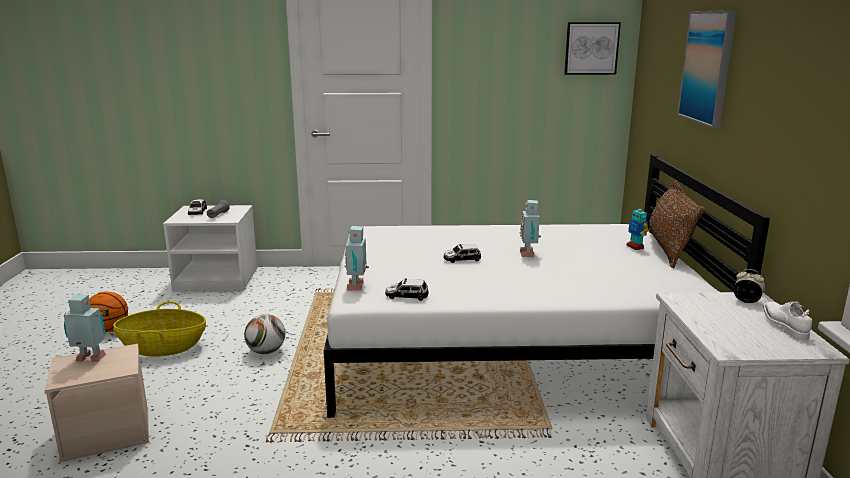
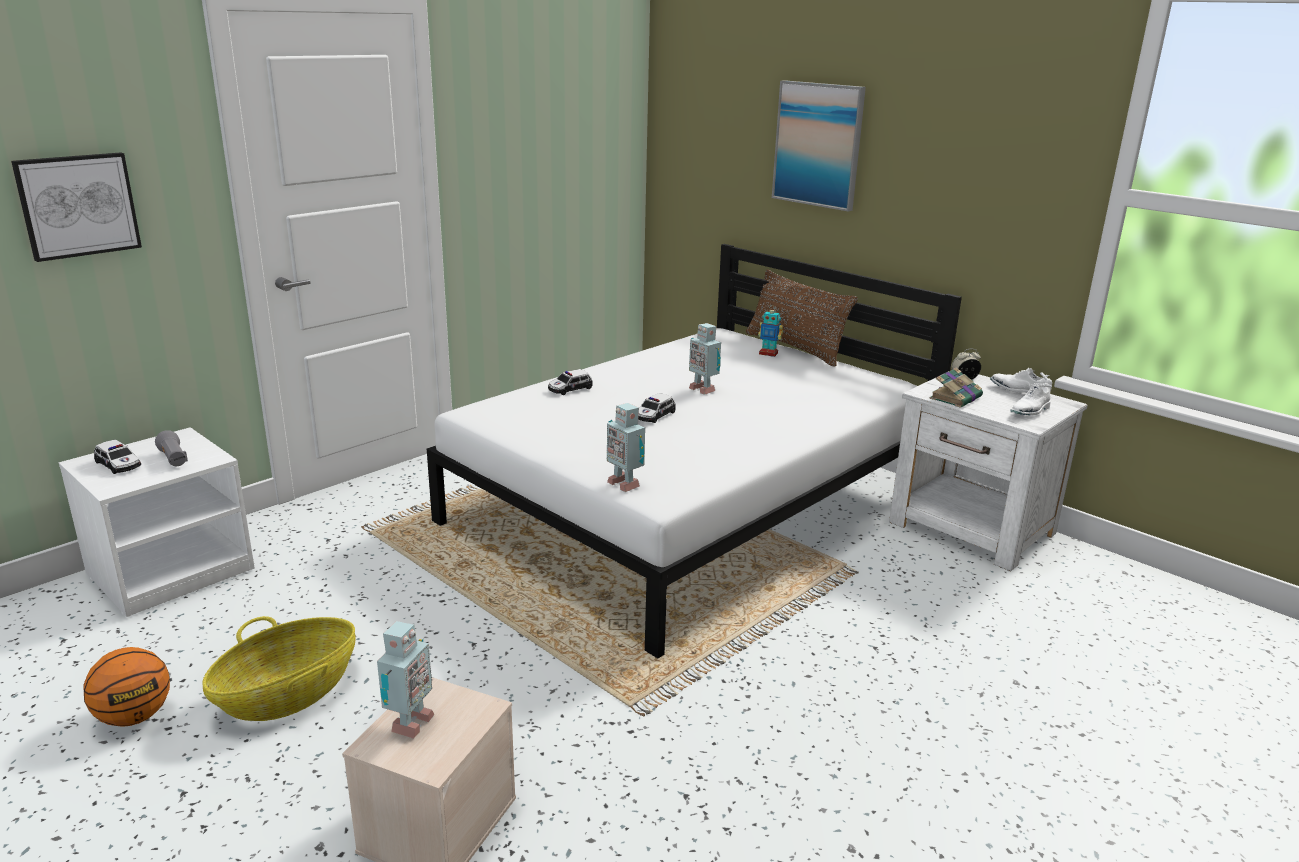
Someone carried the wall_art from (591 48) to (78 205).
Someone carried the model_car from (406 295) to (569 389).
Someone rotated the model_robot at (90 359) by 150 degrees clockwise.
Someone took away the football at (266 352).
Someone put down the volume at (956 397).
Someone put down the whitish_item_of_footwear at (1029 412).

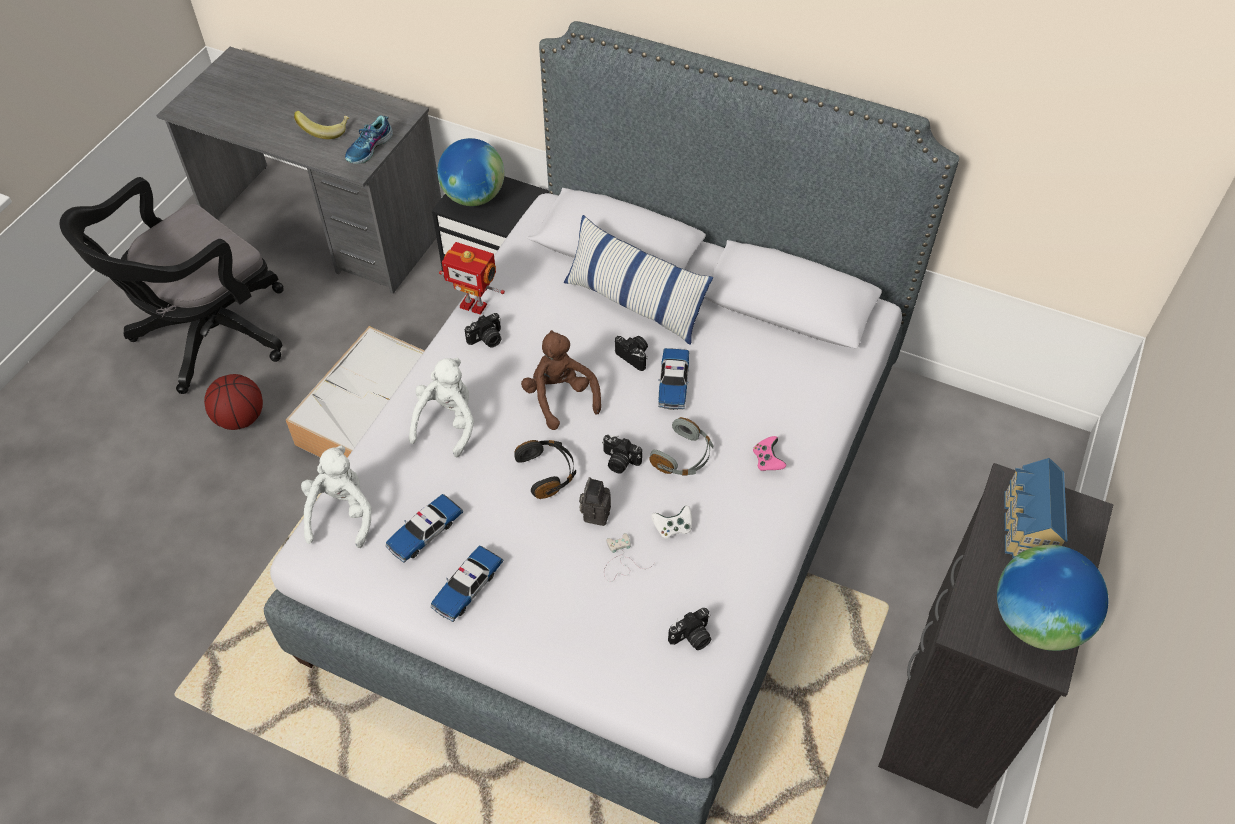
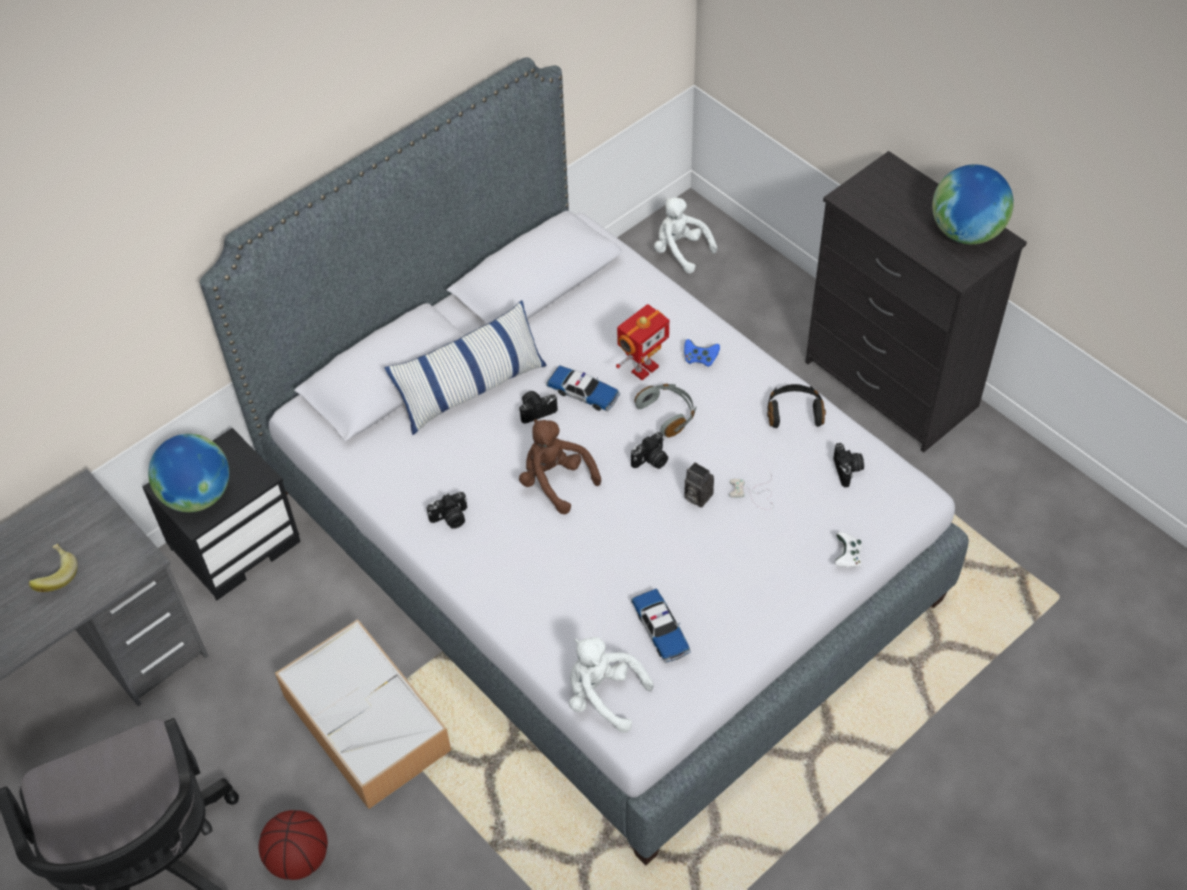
Someone took away the item_of_footwear at (370 148).
Someone carried the model_robot from (474 304) to (643 368).
Someone rotated the still_camera at (487 339) by 75 degrees clockwise.
Someone rotated the brownish_plush_toy at (560 397) by 45 degrees clockwise.
Someone carried the whitish_plush_toy from (447 422) to (680 251).
Someone repainted the pink-coloured_game_controller at (767 460), which became the blue-coloured_game_controller at (700 359).
Someone carried the black-coloured_headset from (547 472) to (794 412).
Someone took away the toy_house at (1026 526).
Someone carried the whitish_game_controller from (672 528) to (847 557).
Someone took away the model_car at (467 587).

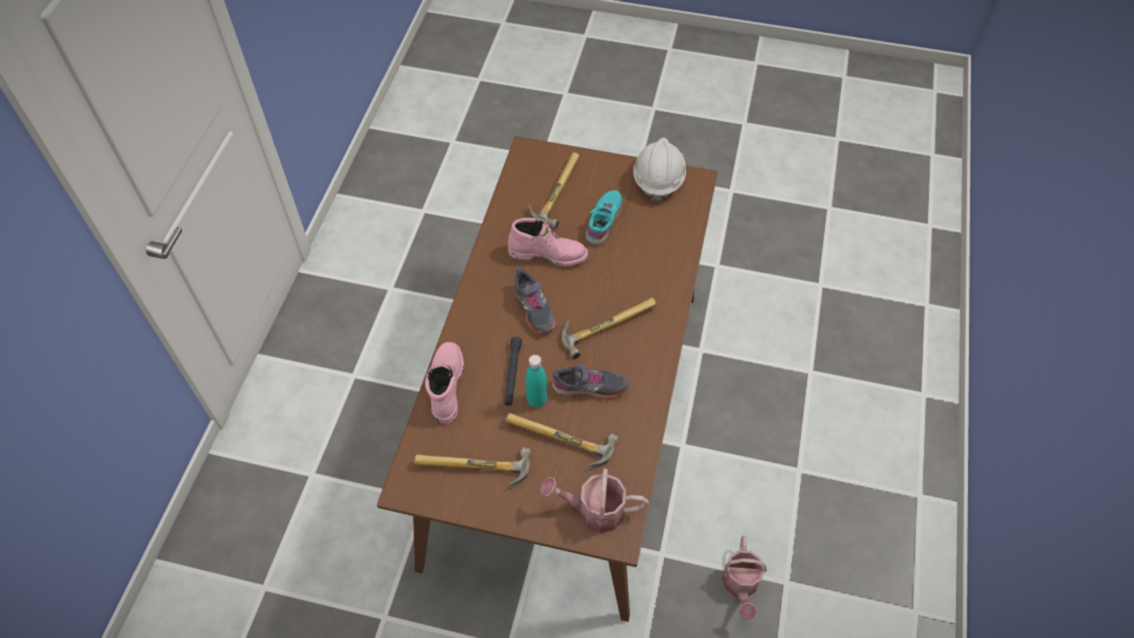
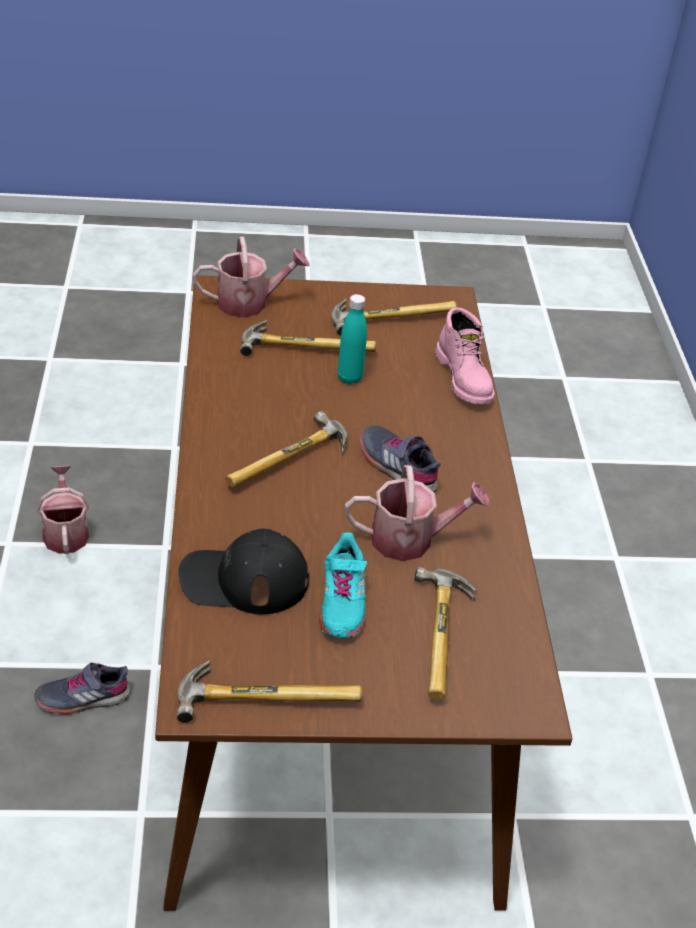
Someone swapped the whitish_safety_helmet at (658 179) for the tool_hammer at (268 693).
Someone swapped the pink-coloured_tall_boot at (548 253) for the watering_pot at (410 539).
Someone took away the black-coloured_hand_torch at (512 374).
Someone carried the greyish_item_of_footwear from (590 387) to (83 697).
Someone put down the black-coloured_peaked_cap at (243 580).

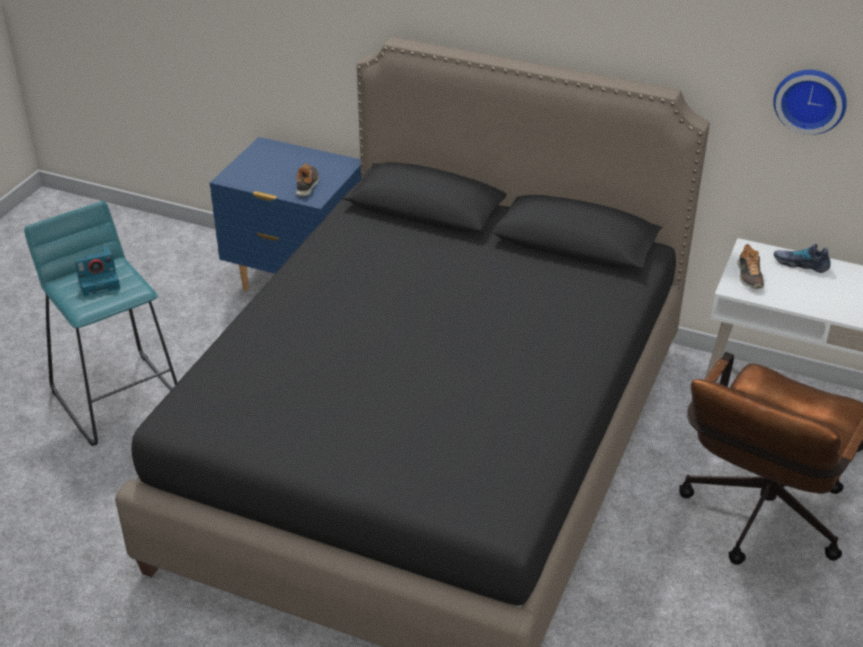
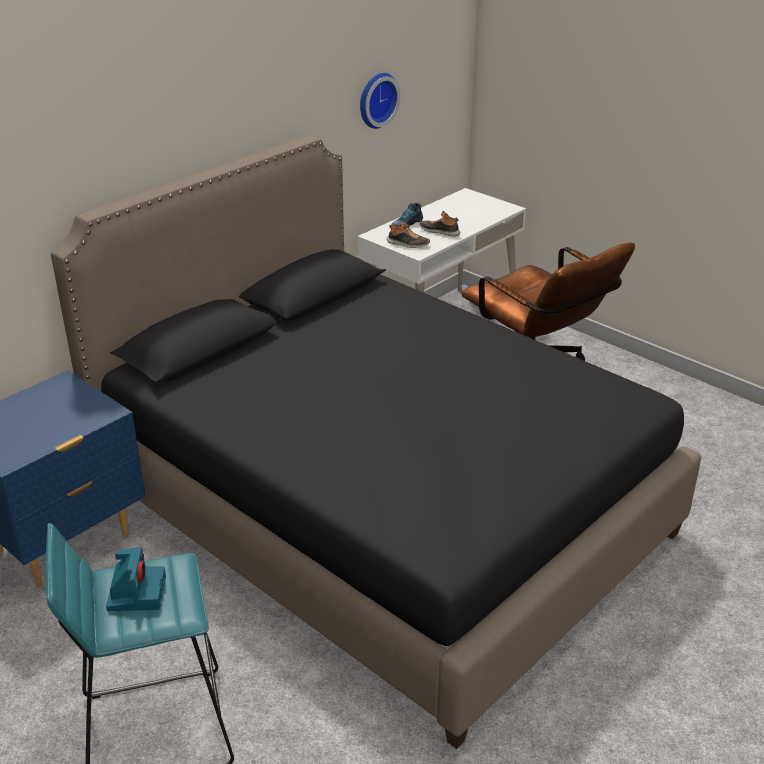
Someone carried the item_of_footwear from (307 185) to (440 231).

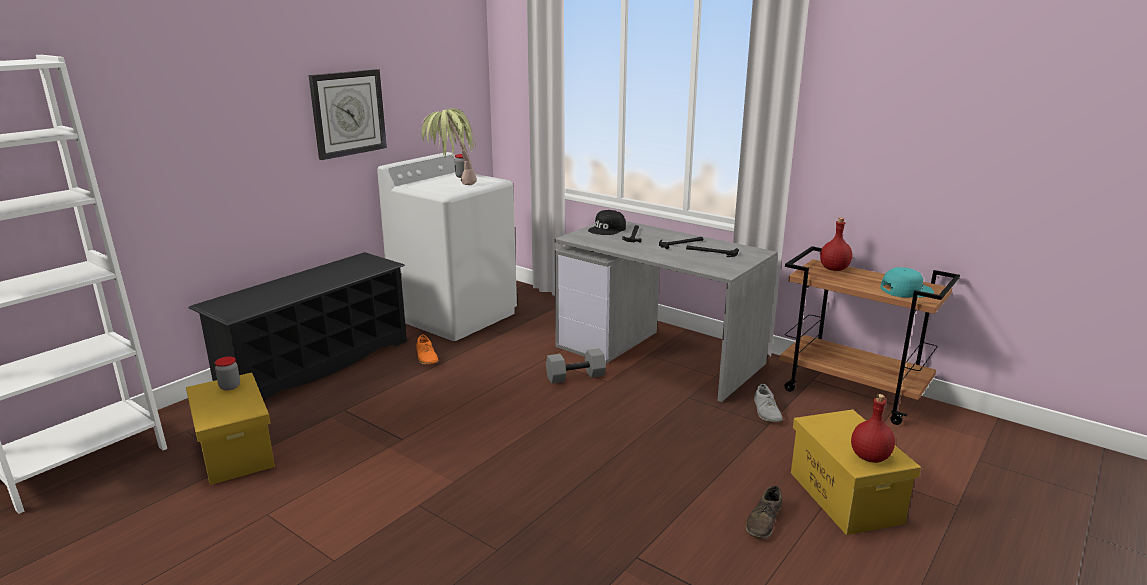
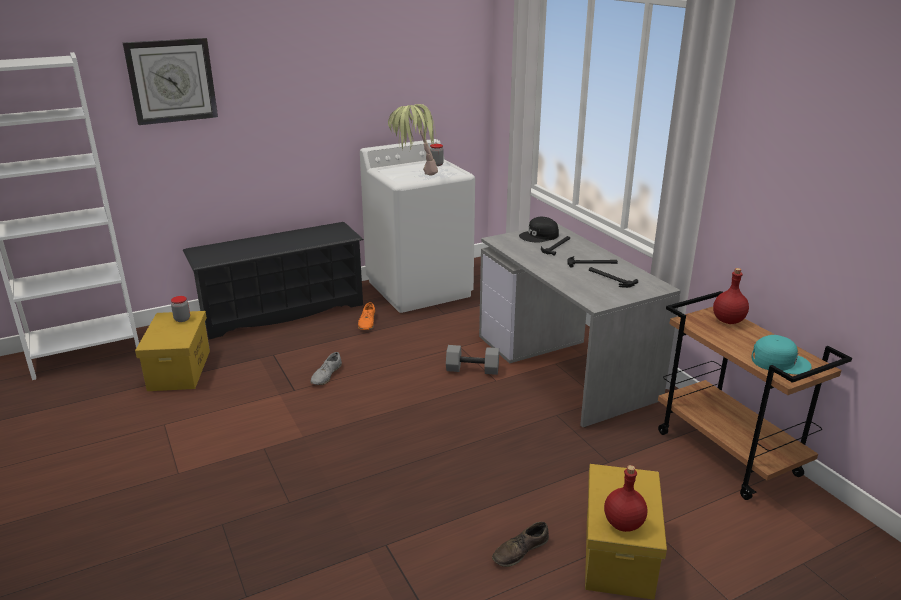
Someone carried the clock_on_the_wall from (348 113) to (171 81).
Someone carried the greyish_item_of_footwear from (767 411) to (326 375).

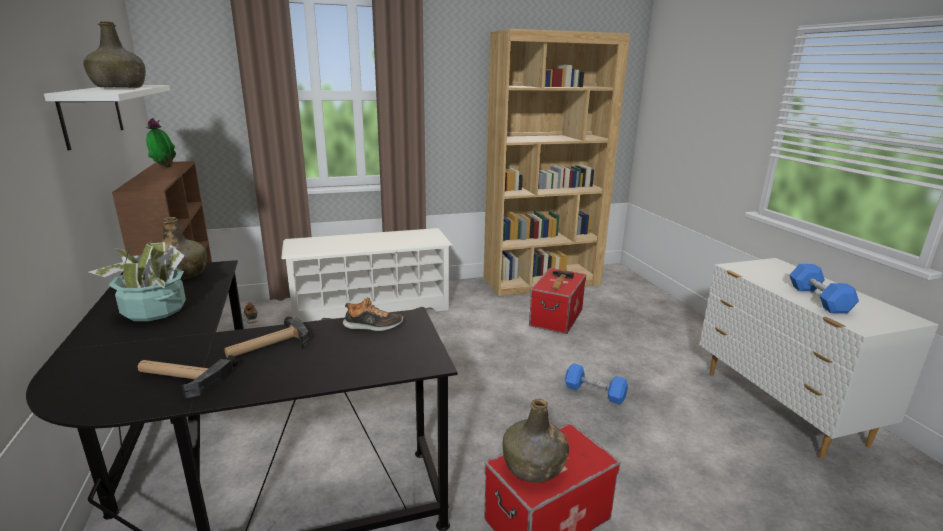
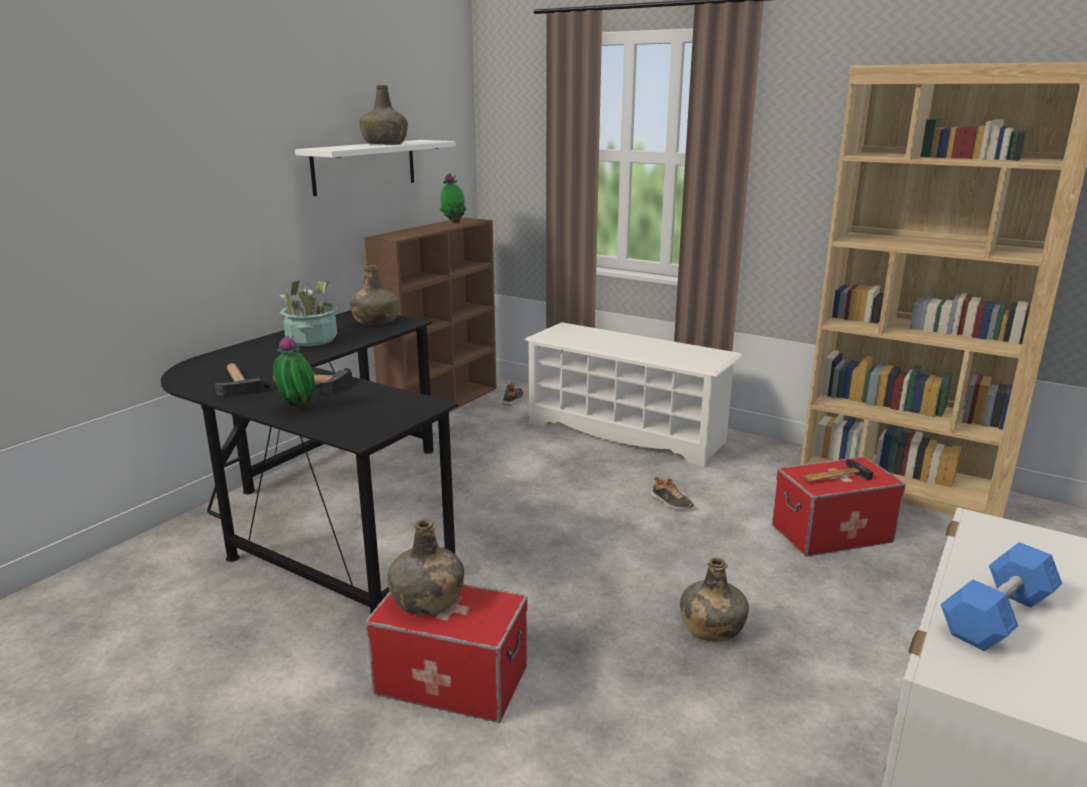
Someone carried the item_of_footwear from (373 326) to (670 502).
Someone swapped the blue-coloured_dumbbell at (594 392) for the greenish_beverage_bottle at (711 628).
Someone put down the plant_in_a_pot at (297 409).

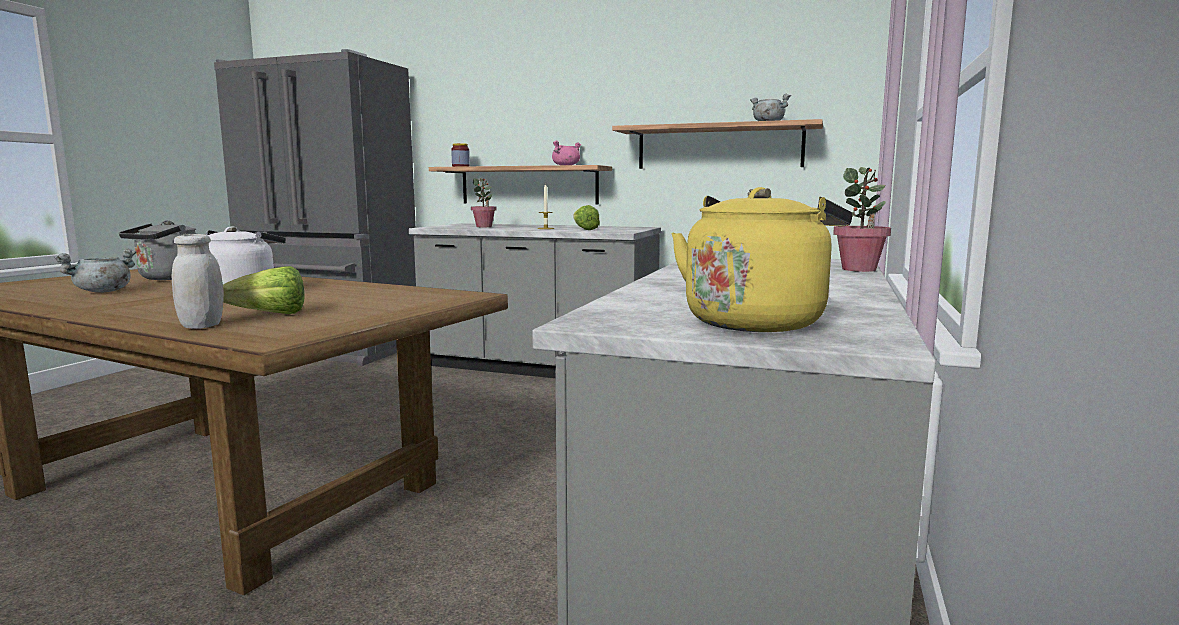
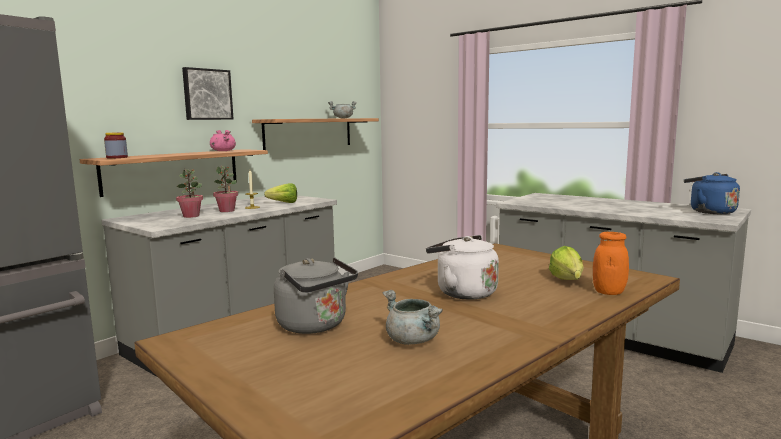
Someone carried the plant_in_a_pot from (859 269) to (227 211).
Someone repainted the yellow_water_kettle at (756 322), which became the blue-coloured_water_kettle at (709 212).
Someone repainted the whitish_preserve_jar at (202 326), which became the orange_preserve_jar at (609 292).
Someone put up the wall_art at (207 94).

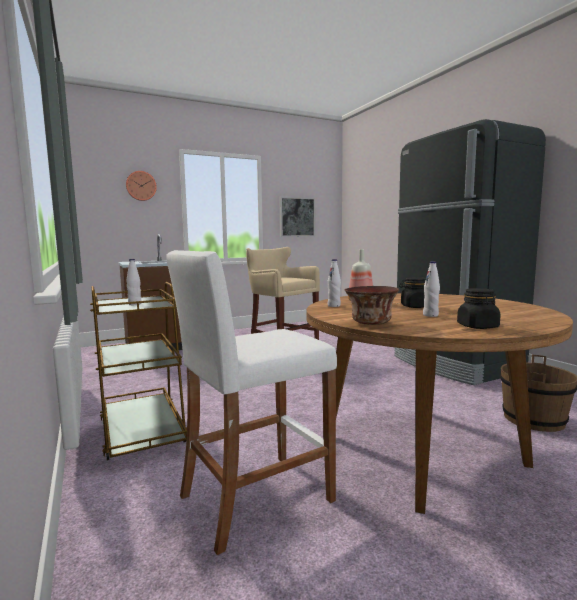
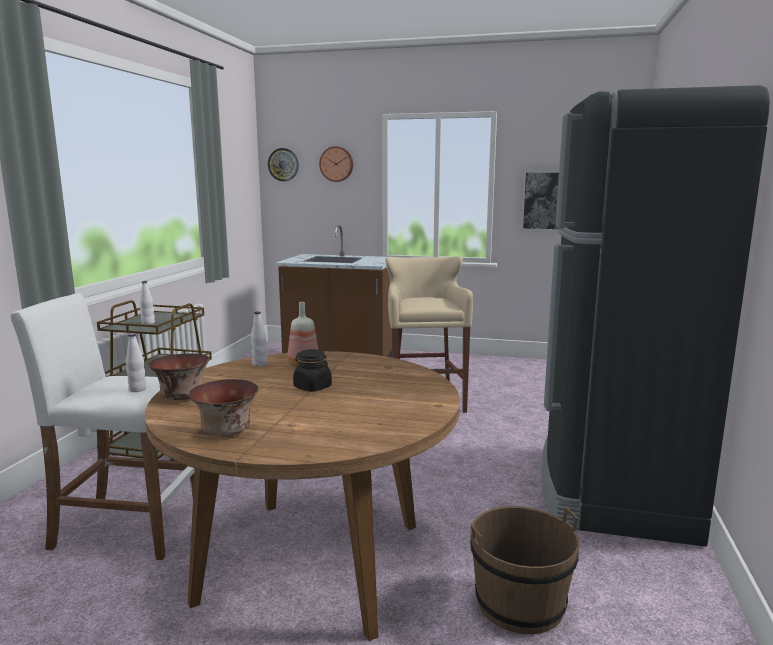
Someone carried the whitish_beverage_bottle from (430 315) to (137 389).
Someone swapped the black-coloured_preserve_jar at (477 326) for the bowl at (227 431).
Someone put up the clock_on_the_wall at (283 164).

